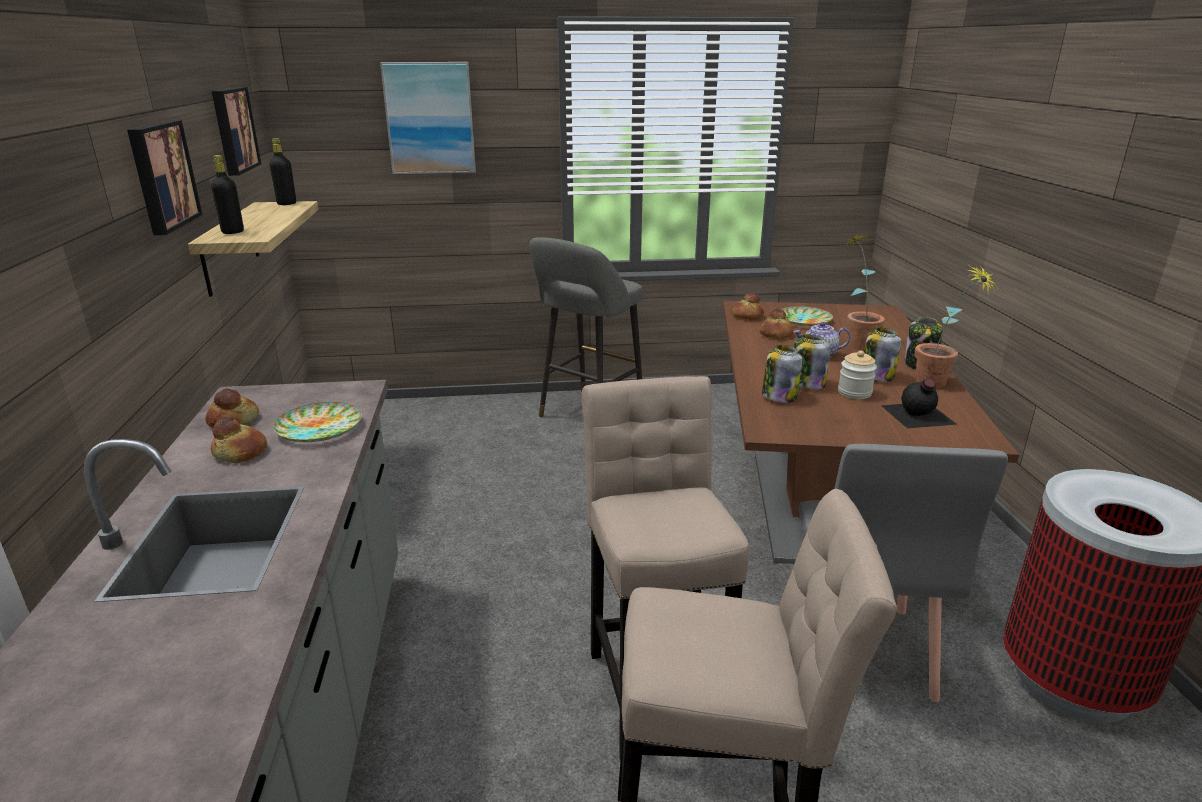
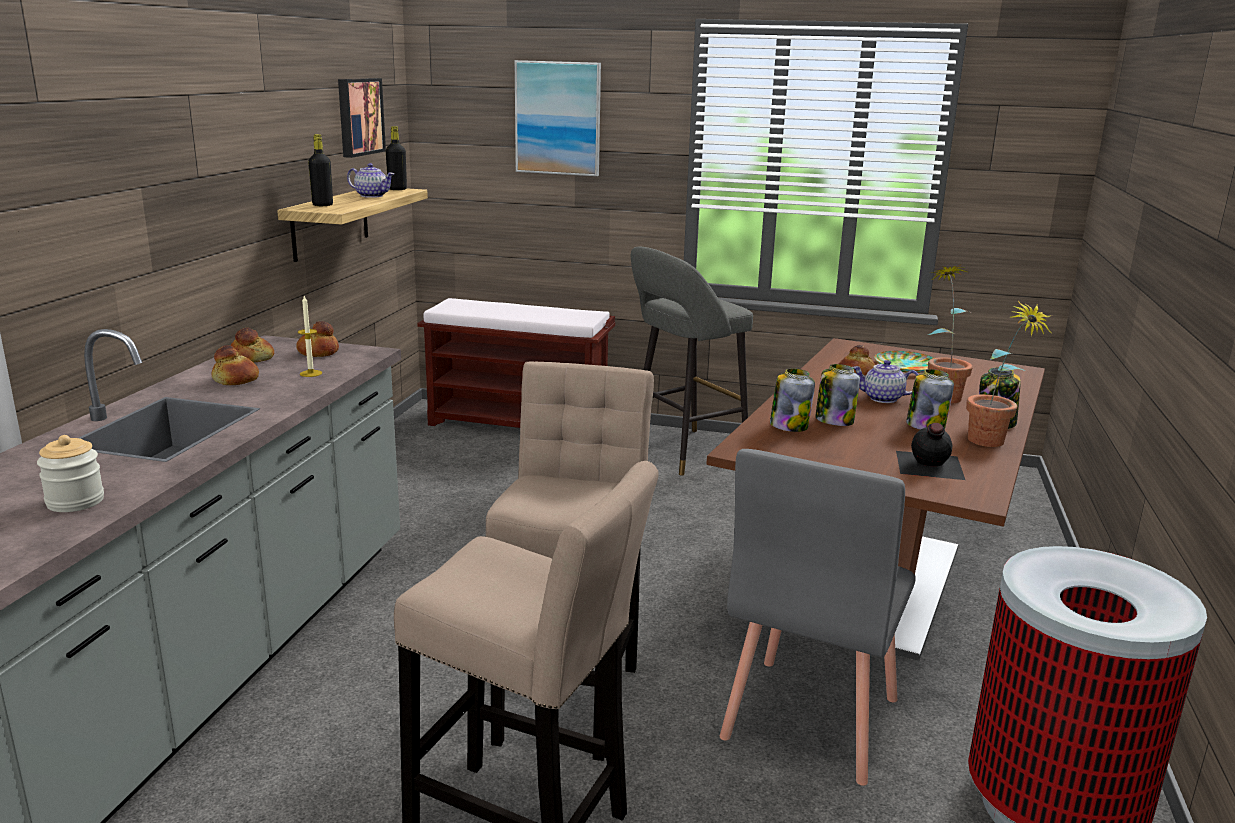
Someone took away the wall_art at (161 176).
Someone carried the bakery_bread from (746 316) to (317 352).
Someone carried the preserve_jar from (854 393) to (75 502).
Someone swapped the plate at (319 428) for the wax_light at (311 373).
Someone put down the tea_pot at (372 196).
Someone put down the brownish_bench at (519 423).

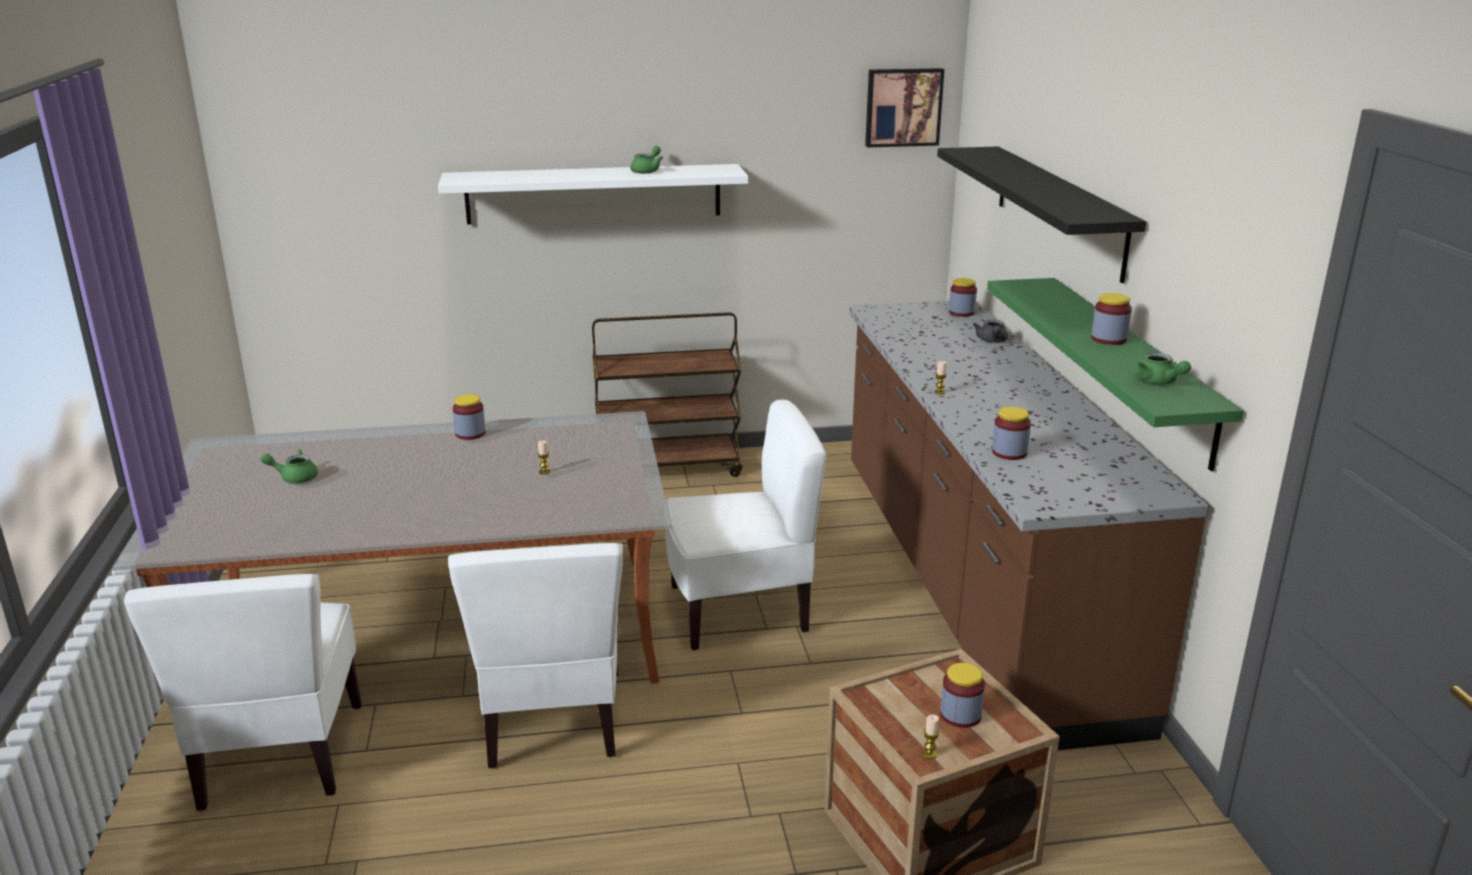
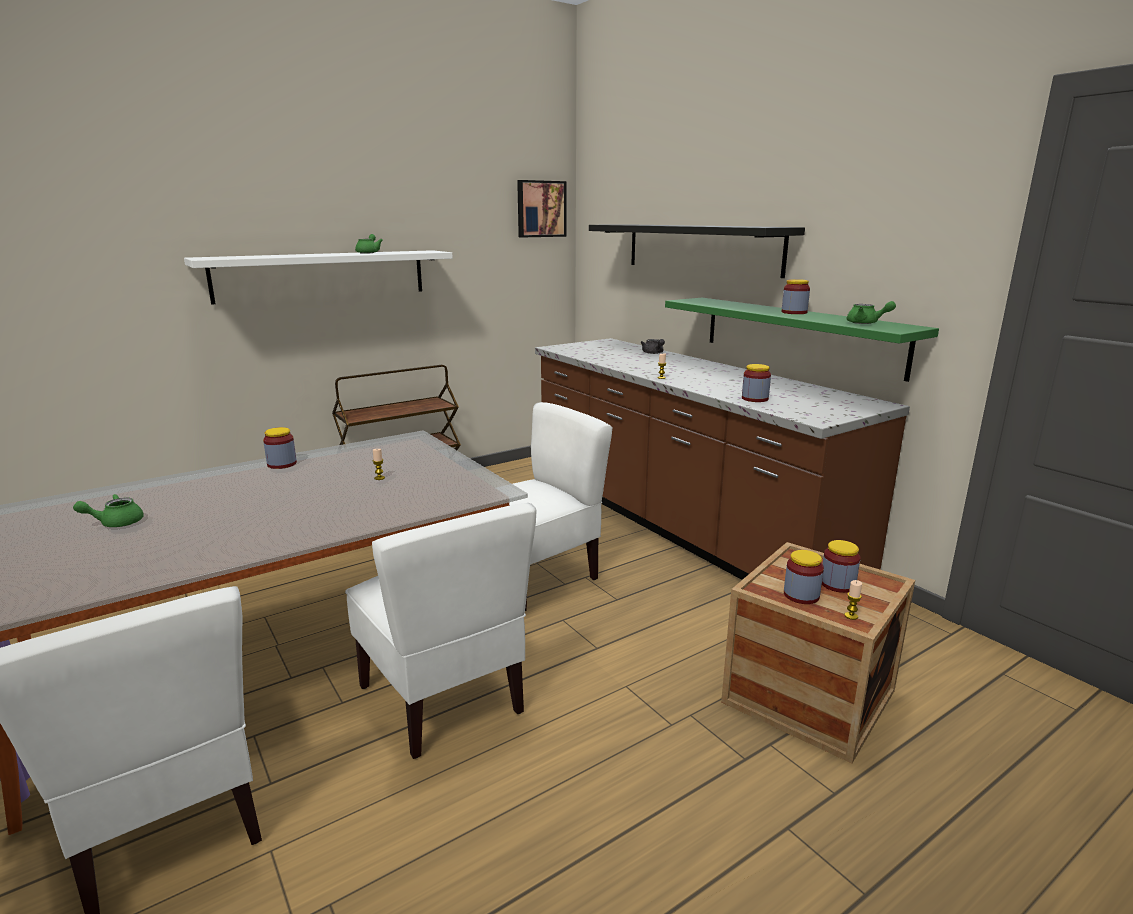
Someone carried the preserve_jar from (961 312) to (801 595).

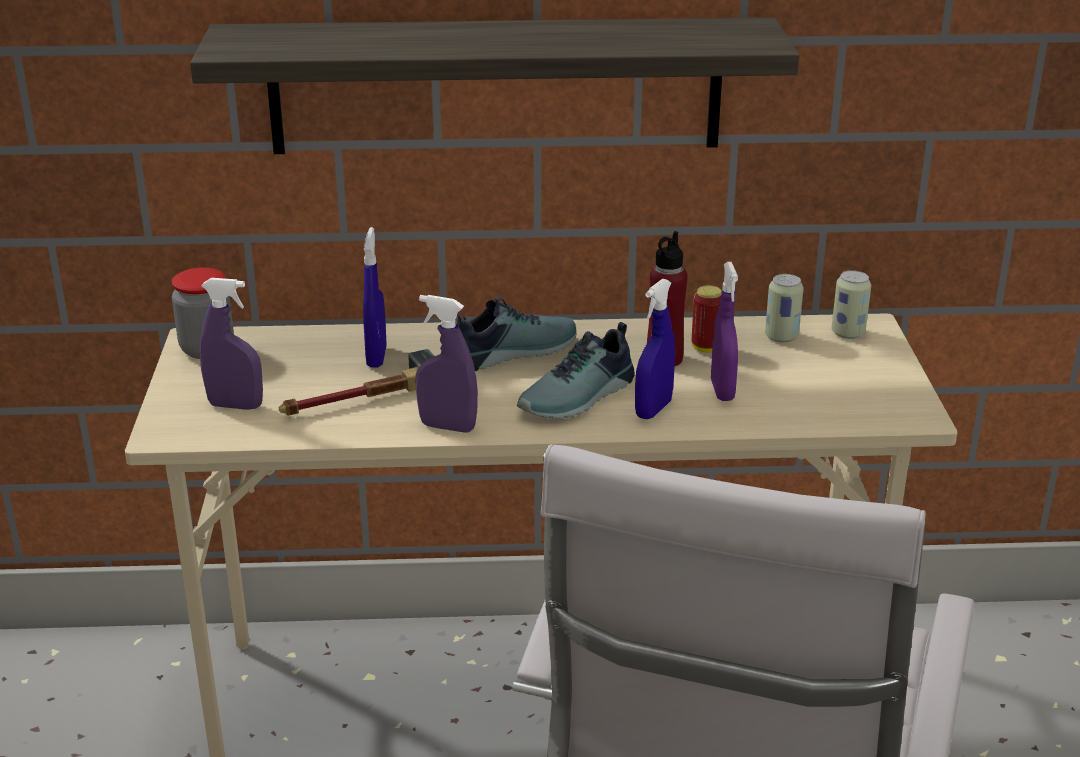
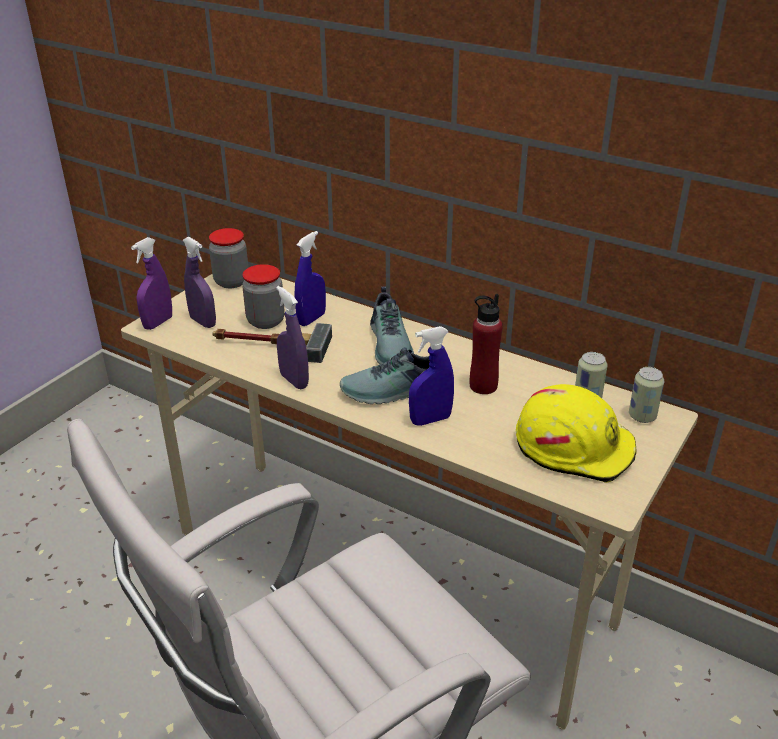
Someone took away the shelf at (495 86).
Someone carried the purple_sprayer from (722 391) to (158 323).
Someone took away the can at (705 348).
Someone rotated the item_of_footwear at (509 351) by 75 degrees clockwise.
Someone put down the preserve_jar at (265 321).
Someone put down the yellow_safety_helmet at (574 447).

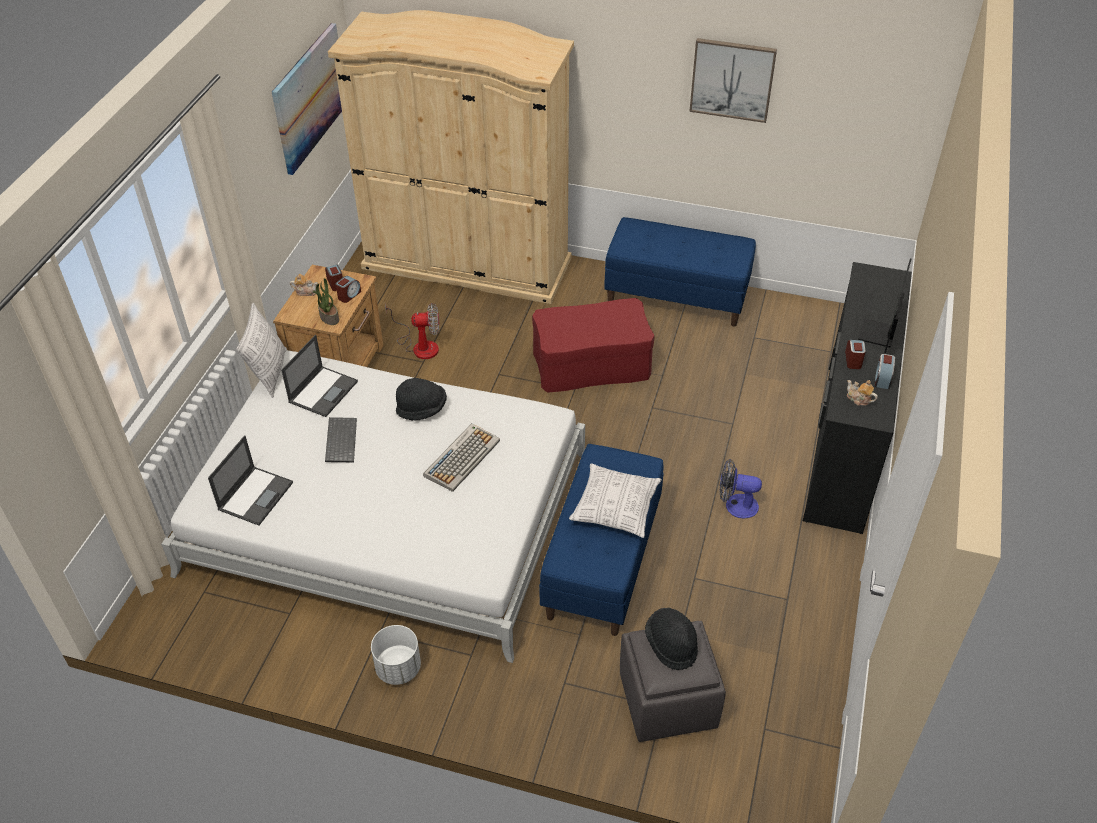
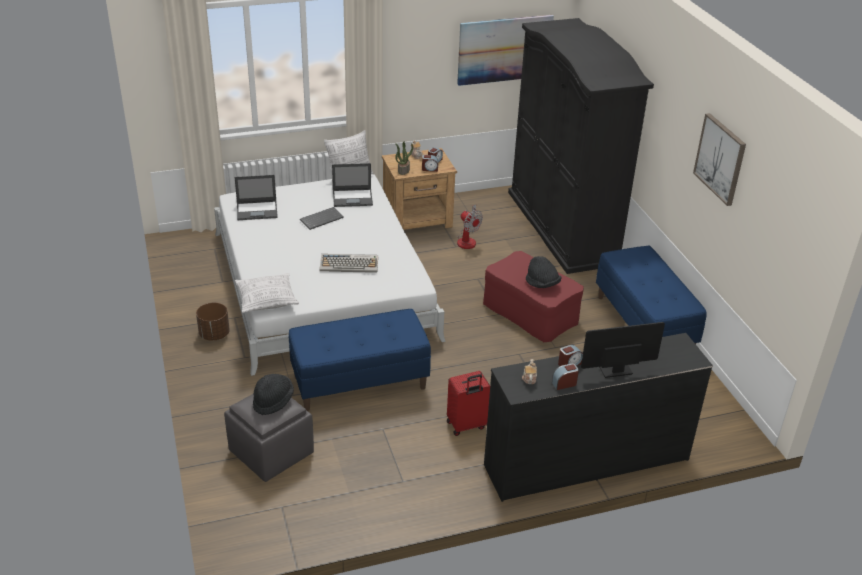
Someone repainted the beige_armoire at (467 263), which became the black-coloured_armoire at (563 227).
Someone carried the black-coloured_hat from (422 409) to (542 284).
Someone swapped the electric_fan at (735 505) for the red-coloured_piece_of_luggage at (466 426).
Someone carried the throw_pillow from (615 508) to (267 300).
Someone repainted the whitish_planter at (398 668), which became the brownish_planter at (214 334).

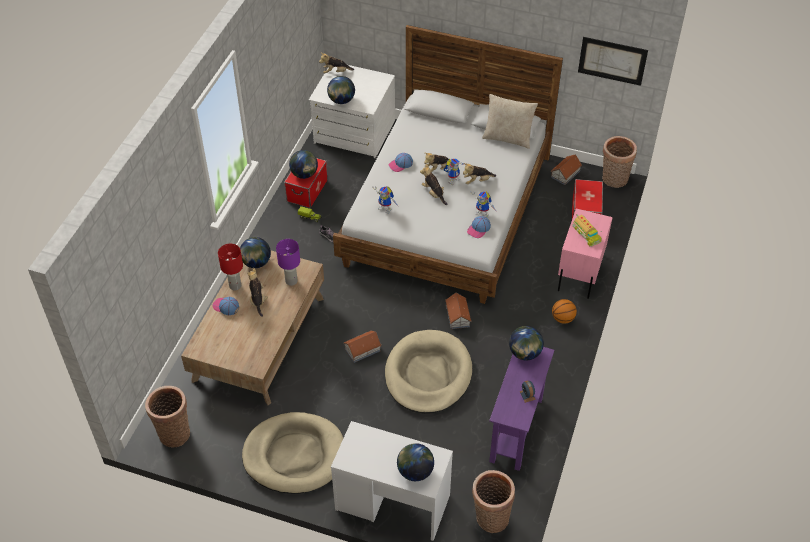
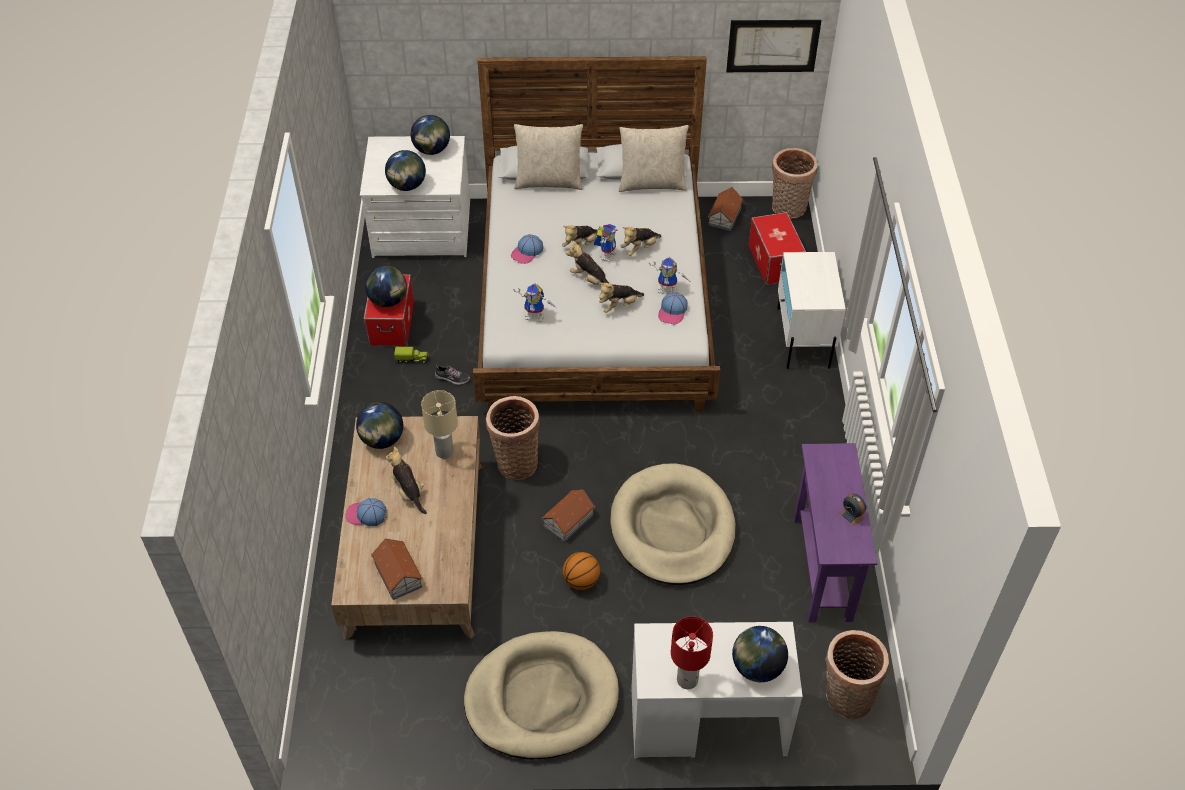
Someone carried the plush_toy from (336 72) to (619 305).
Someone repainted the pink-coloured_nightstand at (579 272), which became the whitish_nightstand at (803 337).
Someone took away the toy_truck at (586 234).
Someone repainted the purple_table_lamp at (291 281), which became the beige_table_lamp at (444 451).
Someone carried the red-coloured_table_lamp from (235 286) to (688 680).
Someone carried the toy_house from (457 316) to (398 575).
Someone carried the basketball from (562 318) to (581 581).
Someone carried the desk_globe from (524 353) to (432 150).
Someone carried the storage_basket from (174 432) to (515 462).
Someone put down the beige_throw_pillow at (549 181).

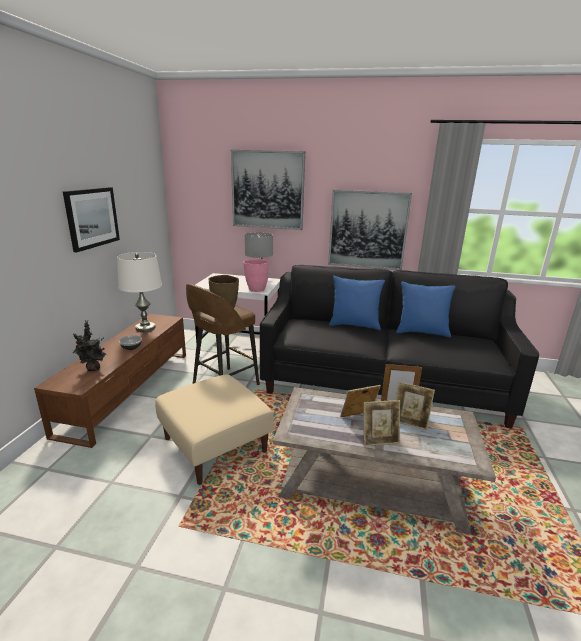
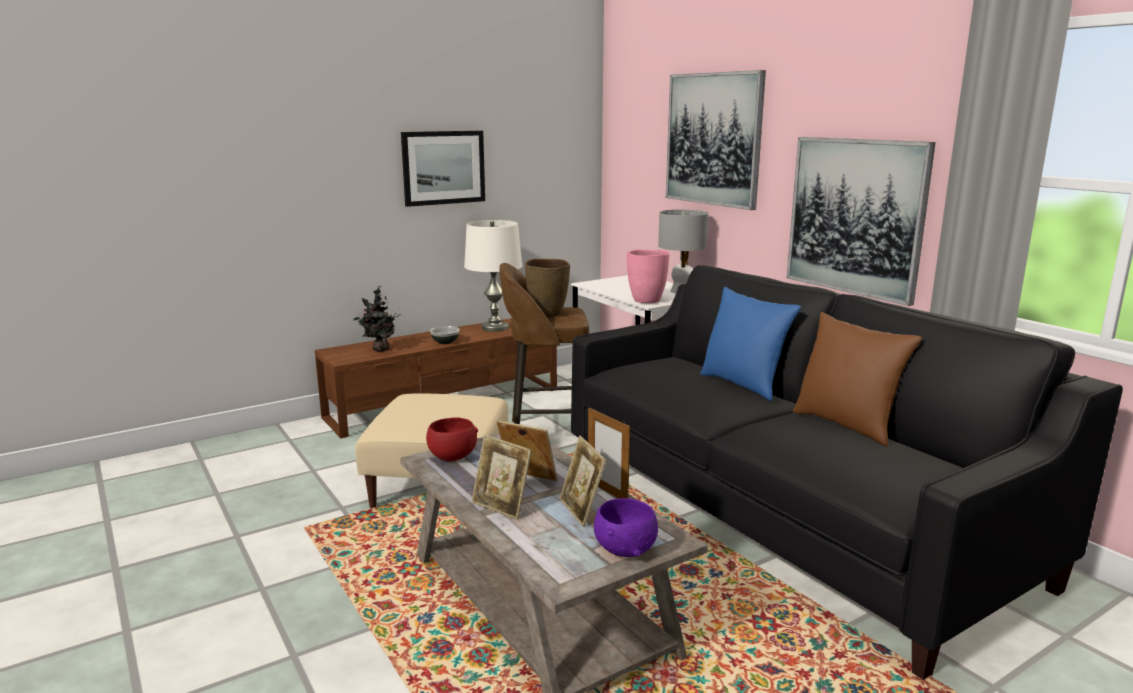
Someone repainted the blue-coloured_throw_pillow at (422 332), which became the brownish_throw_pillow at (846 425).
Someone put down the red-coloured_bowl at (451 457).
Someone put down the purple_bowl at (626 550).

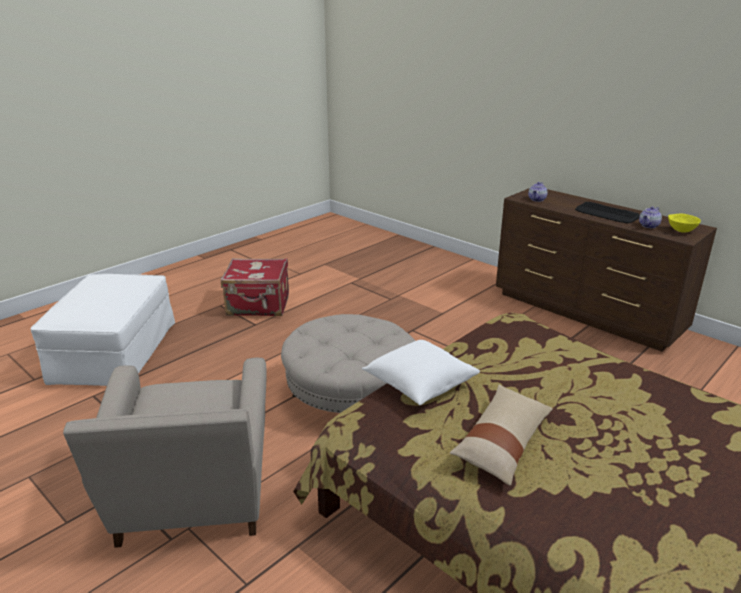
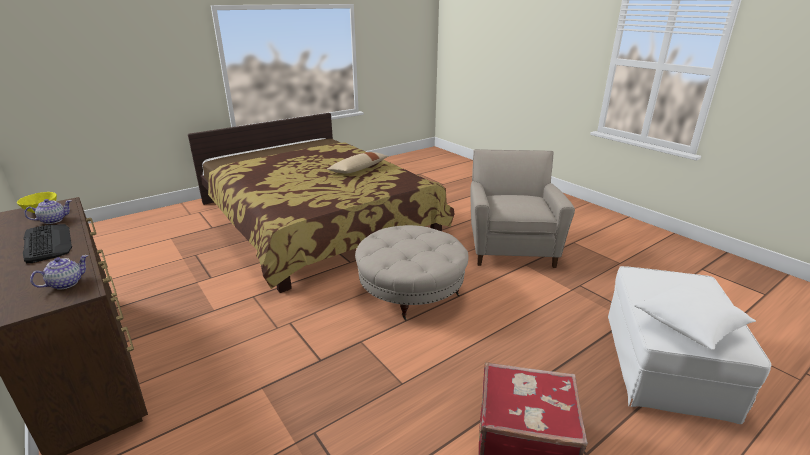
Someone carried the whitish_throw_pillow from (419 384) to (689 327).

